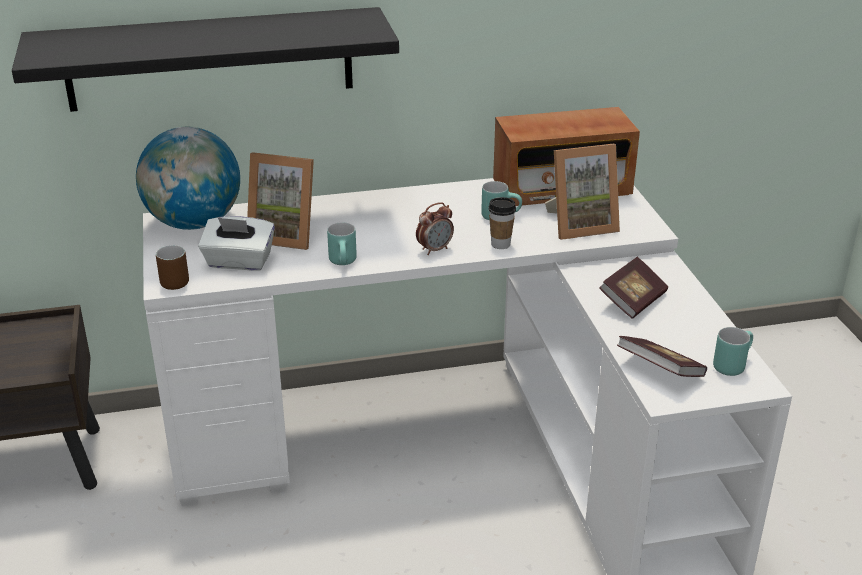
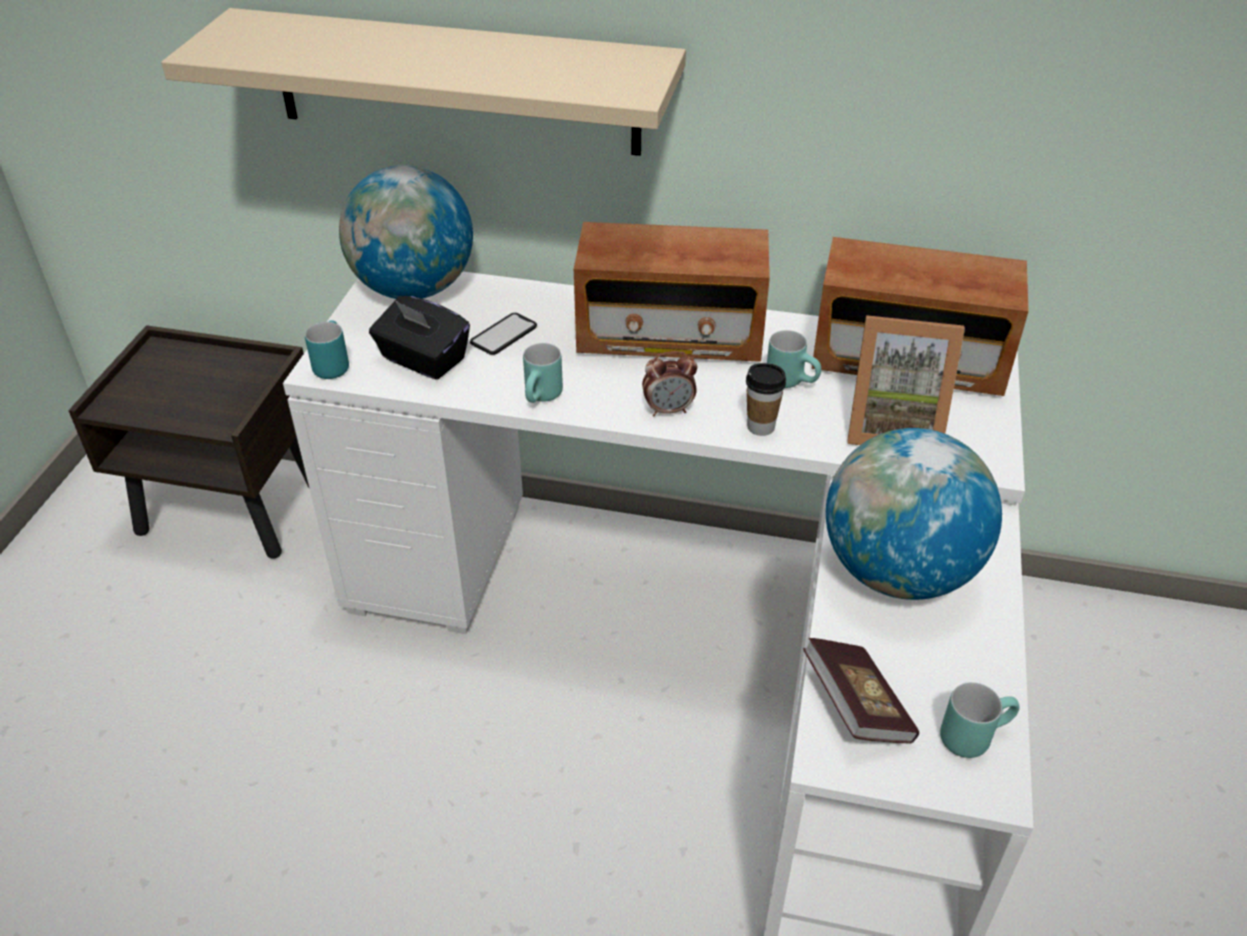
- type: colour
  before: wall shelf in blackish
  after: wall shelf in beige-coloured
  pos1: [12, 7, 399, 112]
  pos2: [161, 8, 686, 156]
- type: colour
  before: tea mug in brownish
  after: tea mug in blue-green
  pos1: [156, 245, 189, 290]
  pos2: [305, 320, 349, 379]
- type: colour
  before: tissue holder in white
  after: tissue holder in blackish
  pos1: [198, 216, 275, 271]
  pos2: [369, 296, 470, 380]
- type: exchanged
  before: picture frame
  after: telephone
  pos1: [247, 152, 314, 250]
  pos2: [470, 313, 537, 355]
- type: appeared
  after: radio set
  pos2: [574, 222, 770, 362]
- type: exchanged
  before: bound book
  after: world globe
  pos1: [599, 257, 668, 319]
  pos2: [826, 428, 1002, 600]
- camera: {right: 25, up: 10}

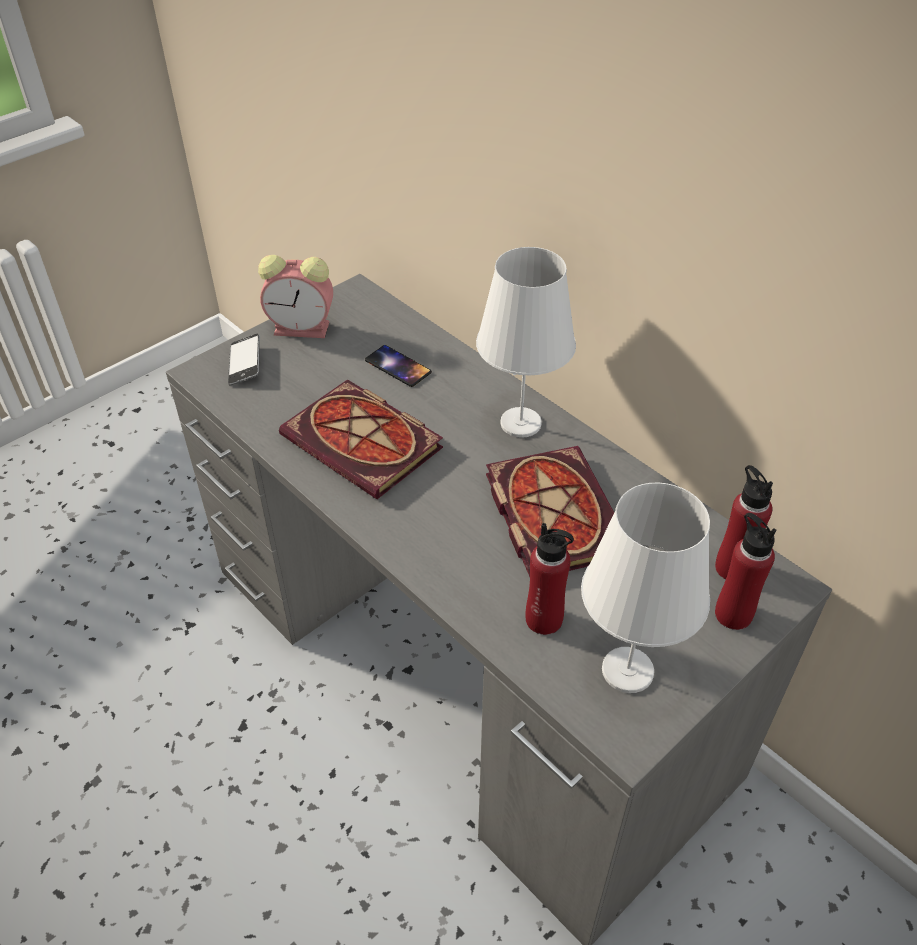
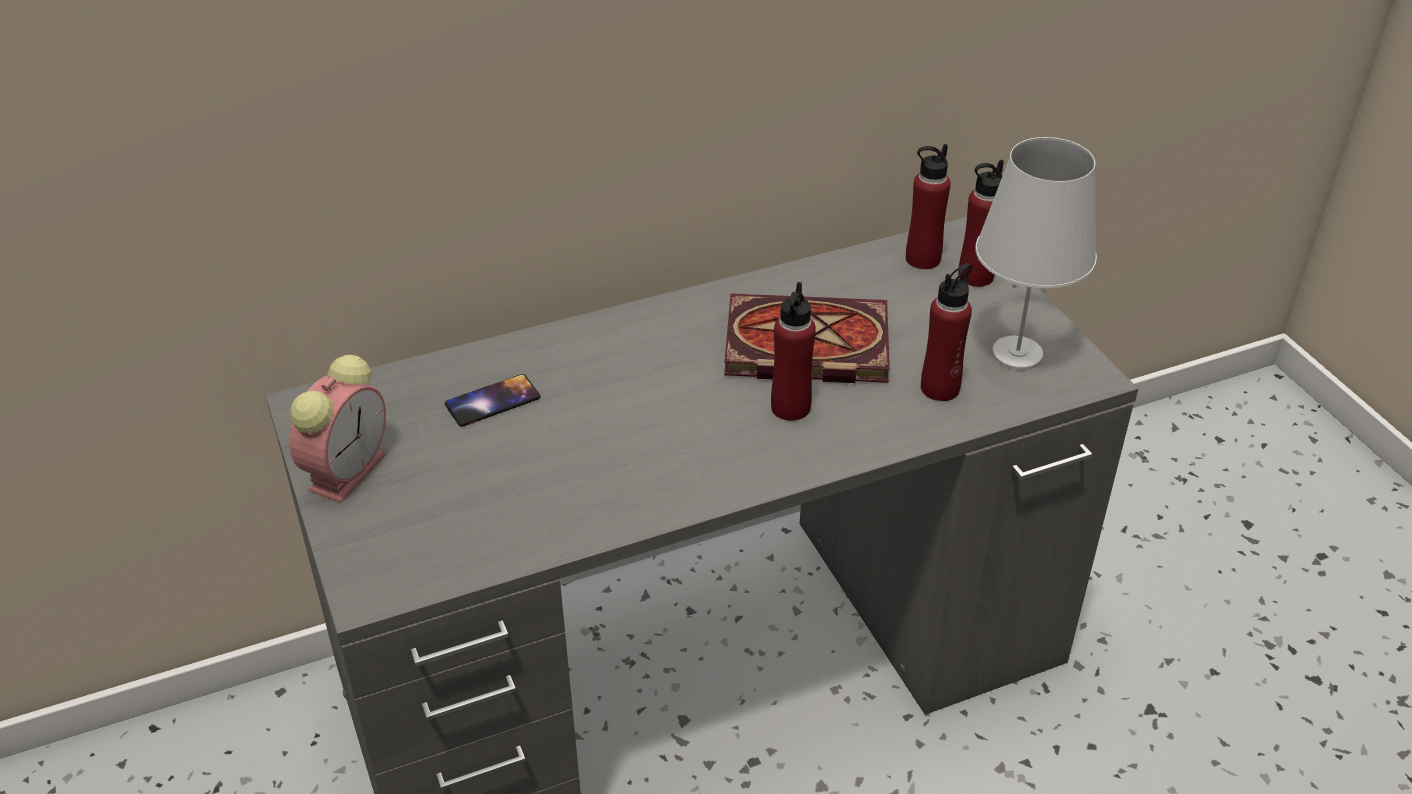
- type: appeared
  after: beverage bottle in red
  pos2: [771, 282, 816, 421]
- type: missing
  before: telephone
  pos1: [228, 334, 260, 386]
- type: missing
  before: bound book
  pos1: [279, 379, 443, 499]
- type: missing
  before: tabletop lamp in white
  pos1: [476, 247, 576, 438]
- camera: {right: -70, up: -5}

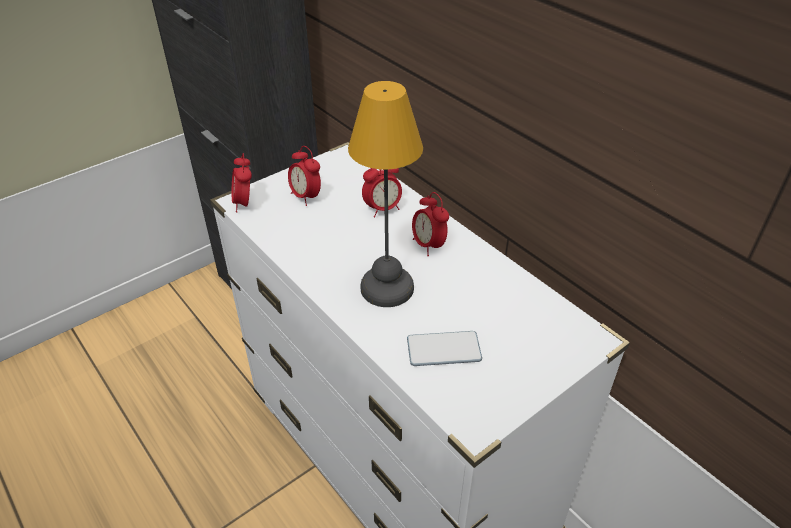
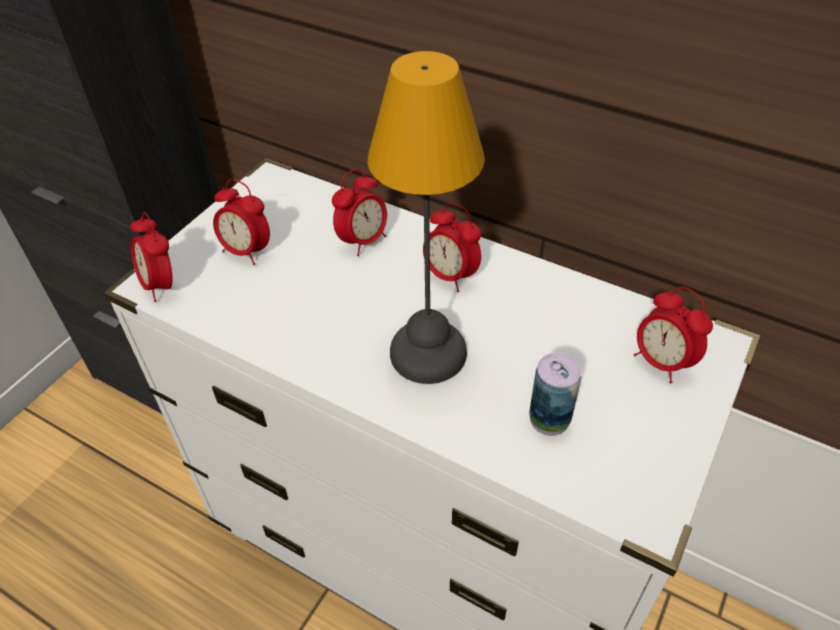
- type: exchanged
  before: telephone
  after: can
  pos1: [407, 331, 482, 366]
  pos2: [529, 353, 581, 436]
- type: appeared
  after: bedside clock
  pos2: [634, 287, 713, 384]
- camera: {right: -20, up: 5}

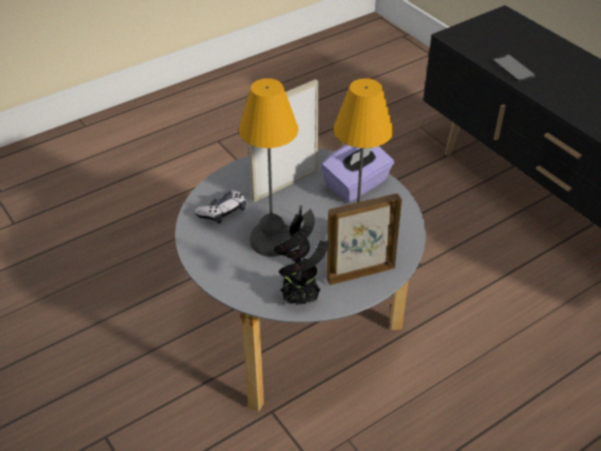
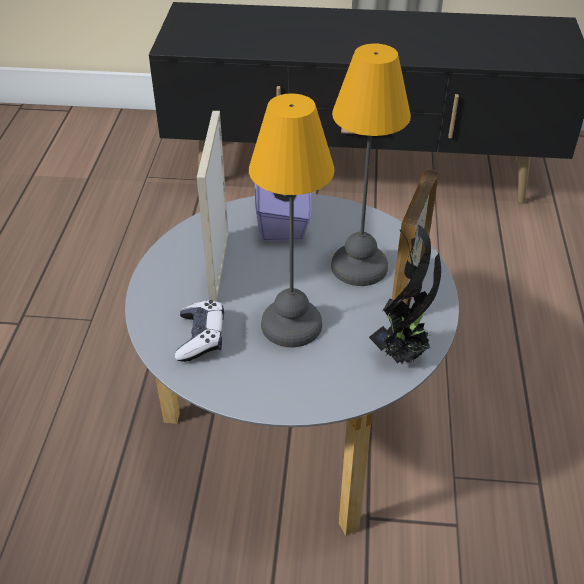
- type: missing
  before: telephone
  pos1: [493, 54, 535, 82]
- camera: {right: -50, up: 0}

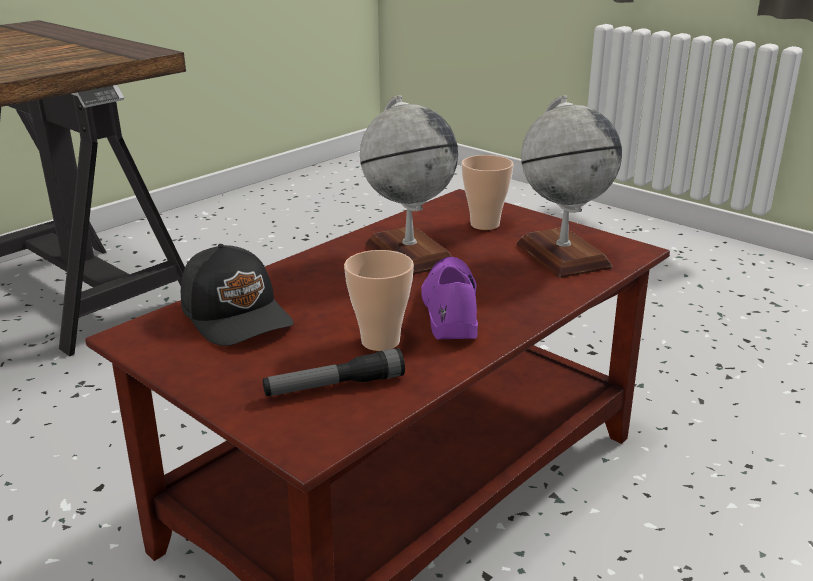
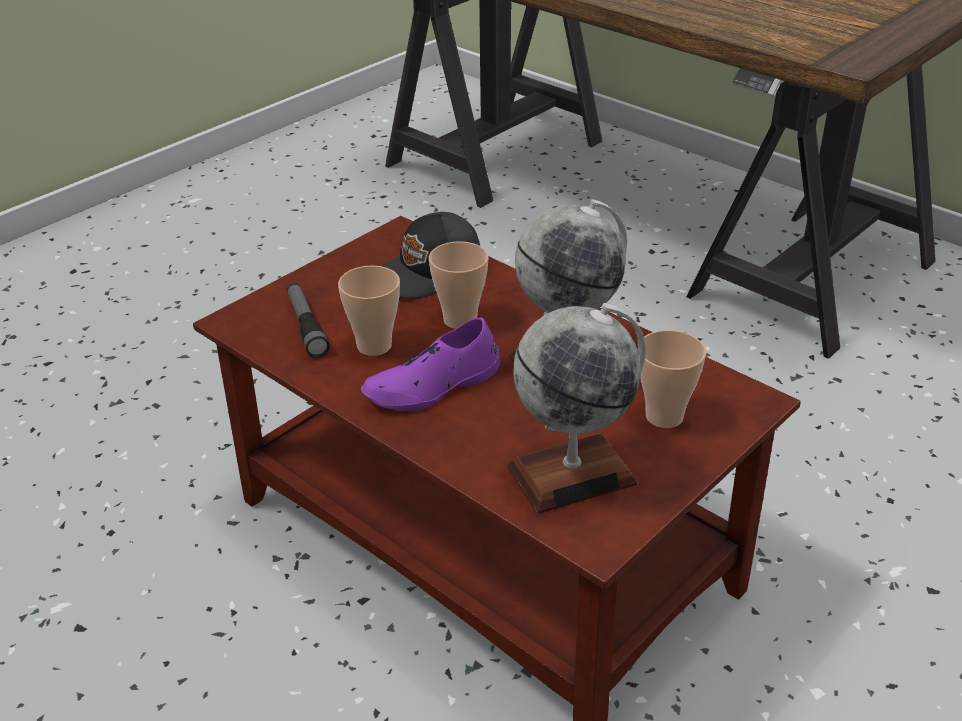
- type: spun
  before: low shoe in purplish
  pos1: [421, 257, 478, 339]
  pos2: [361, 317, 500, 411]
  turn: 150
- type: appeared
  after: cup
  pos2: [429, 241, 488, 329]
- camera: {right: 90, up: 10}

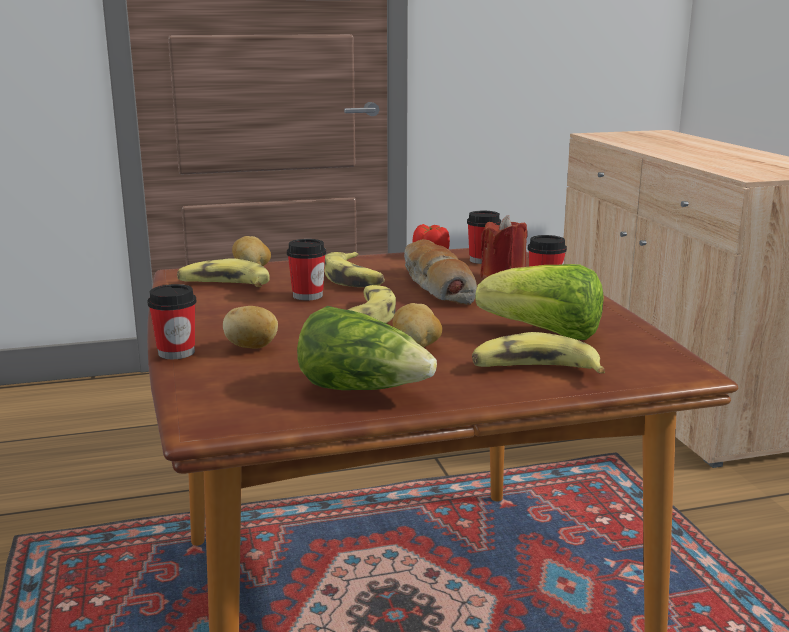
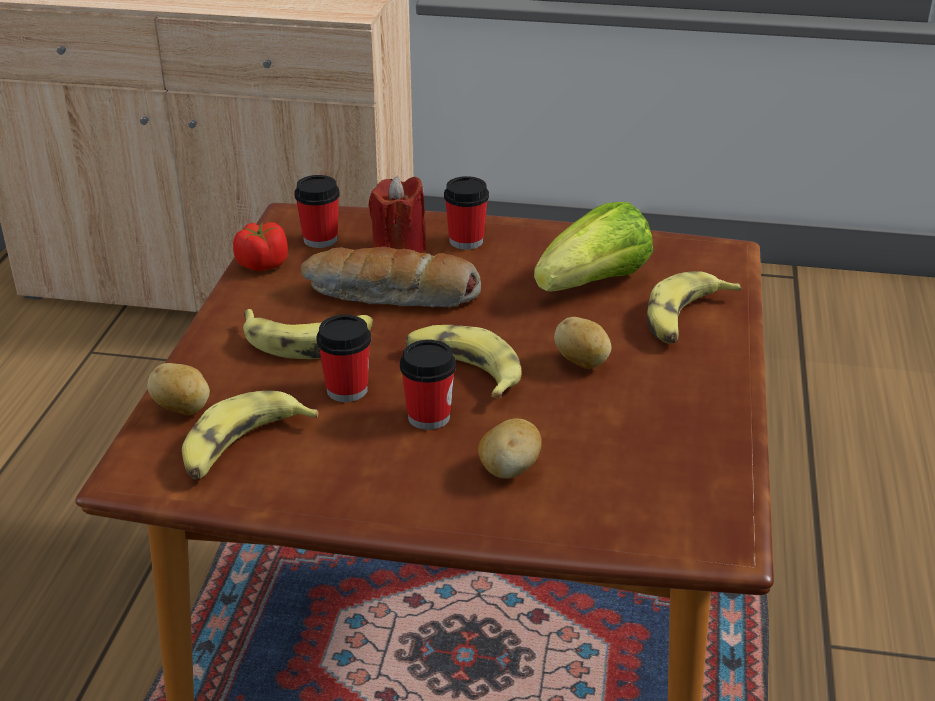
- type: relocated
  before: cup
  pos1: [147, 284, 196, 359]
  pos2: [400, 340, 456, 430]
- type: missing
  before: lettuce
  pos1: [297, 306, 437, 390]
- camera: {right: -65, up: 15}

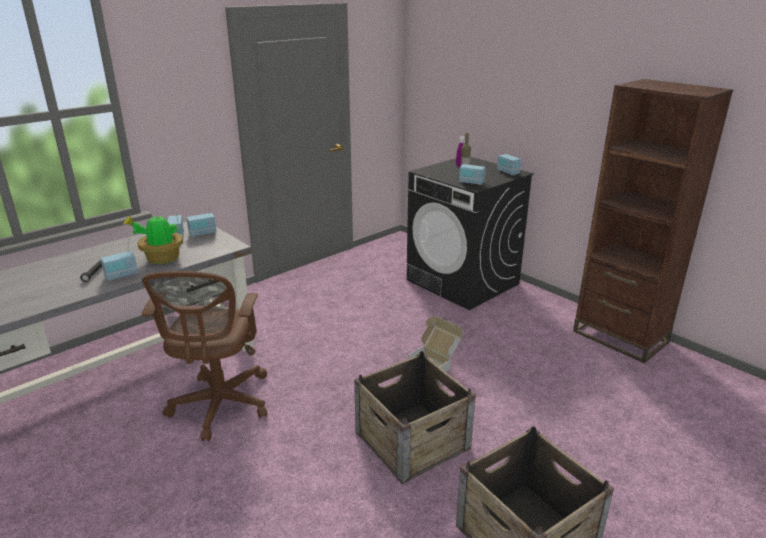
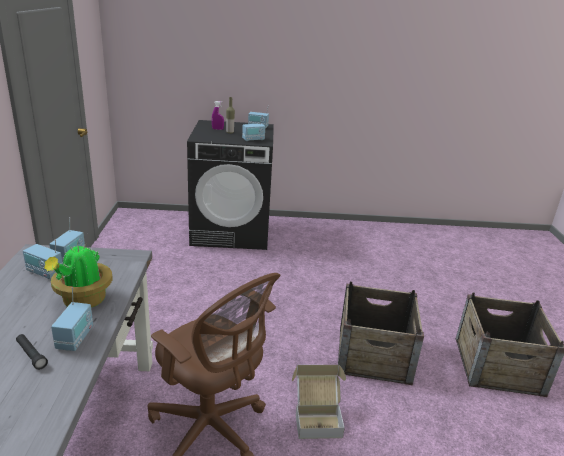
- type: relocated
  before: packing box
  pos1: [408, 316, 463, 372]
  pos2: [292, 365, 346, 439]
- type: missing
  before: bookcase in brownish
  pos1: [573, 79, 733, 363]
- camera: {right: -50, up: 0}

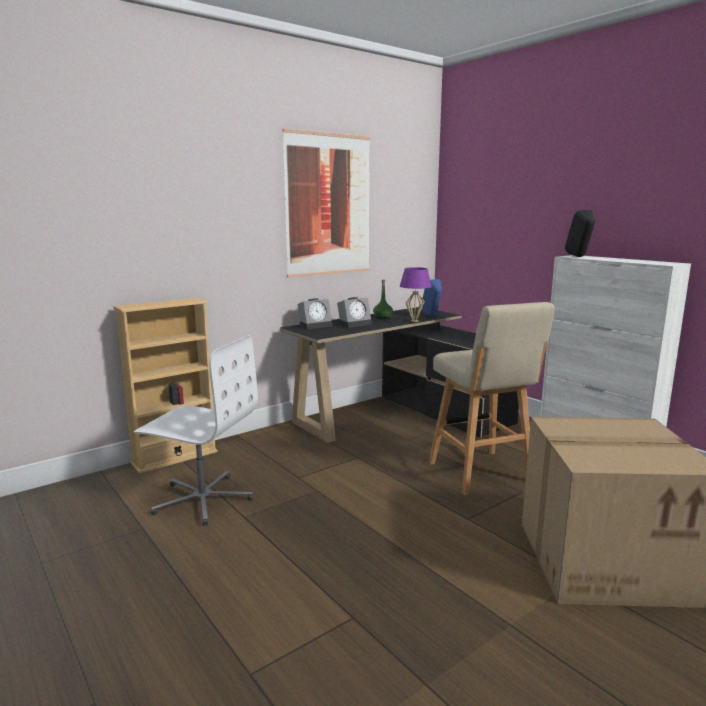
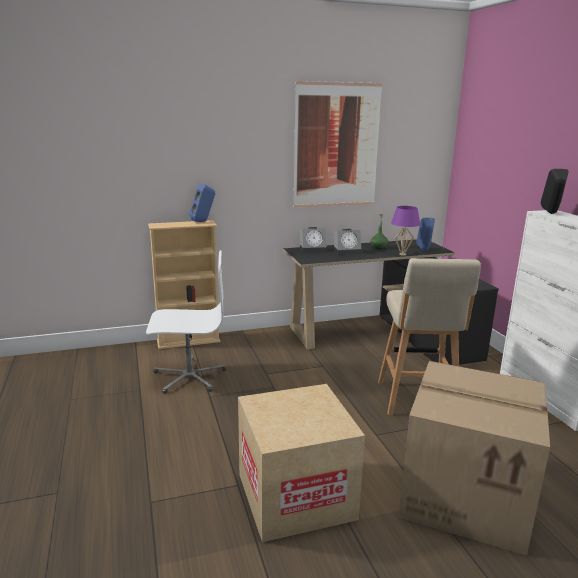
- type: spun
  before: desk chair in white
  pos1: [134, 335, 258, 525]
  pos2: [146, 250, 226, 394]
  turn: -45
- type: appeared
  after: audio speaker in blue-coloured
  pos2: [189, 184, 215, 222]
- type: appeared
  after: packing box
  pos2: [238, 384, 365, 542]
- camera: {right: 20, up: 5}

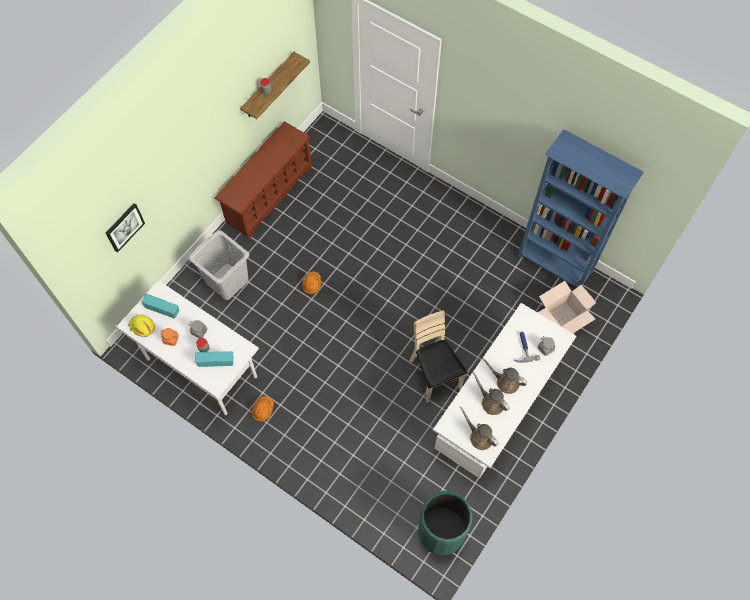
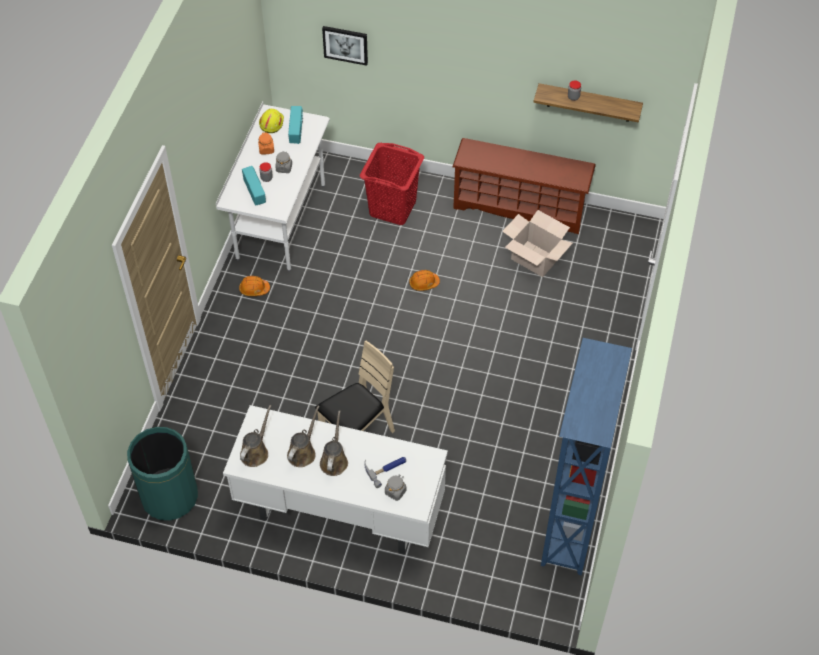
- type: colour
  before: laundry basket in gray
  after: laundry basket in red
  pos1: [189, 230, 249, 300]
  pos2: [360, 143, 424, 225]
- type: relocated
  before: packing box
  pos1: [537, 281, 596, 334]
  pos2: [502, 210, 573, 277]
- camera: {right: 70, up: -10}

